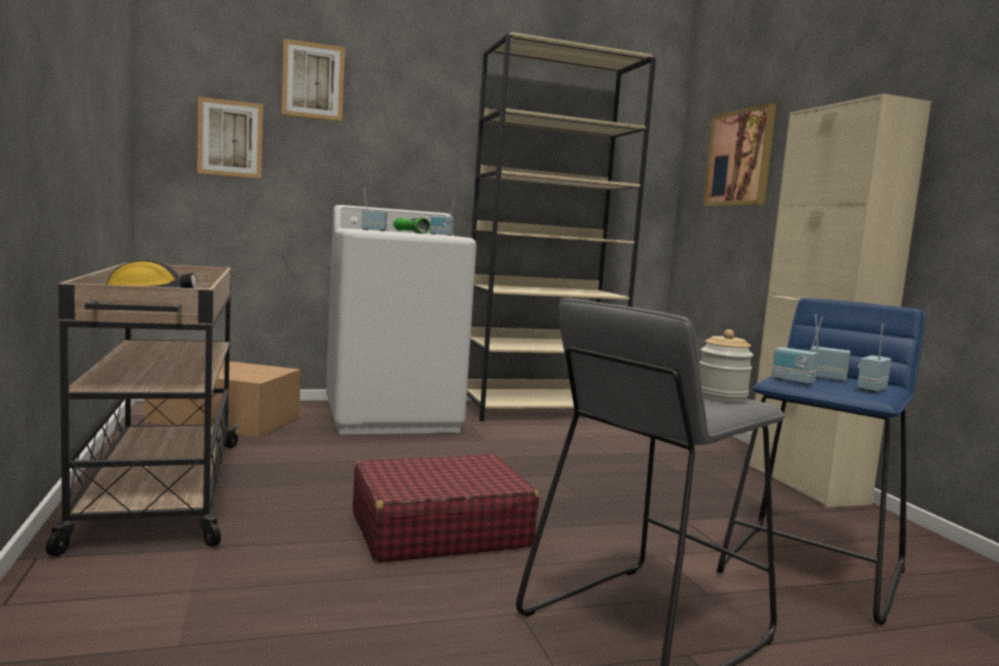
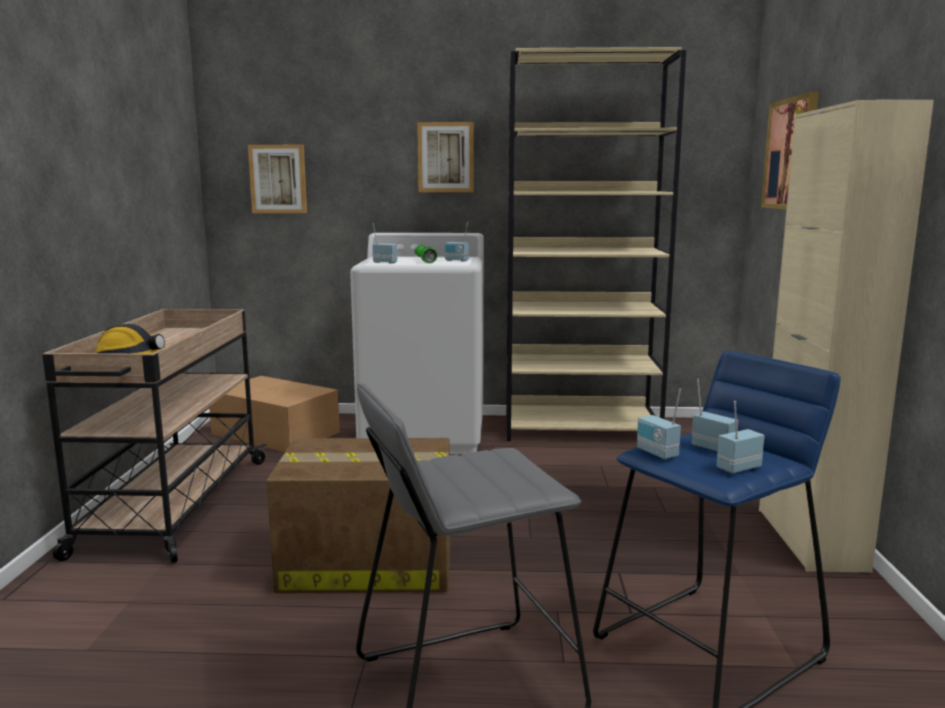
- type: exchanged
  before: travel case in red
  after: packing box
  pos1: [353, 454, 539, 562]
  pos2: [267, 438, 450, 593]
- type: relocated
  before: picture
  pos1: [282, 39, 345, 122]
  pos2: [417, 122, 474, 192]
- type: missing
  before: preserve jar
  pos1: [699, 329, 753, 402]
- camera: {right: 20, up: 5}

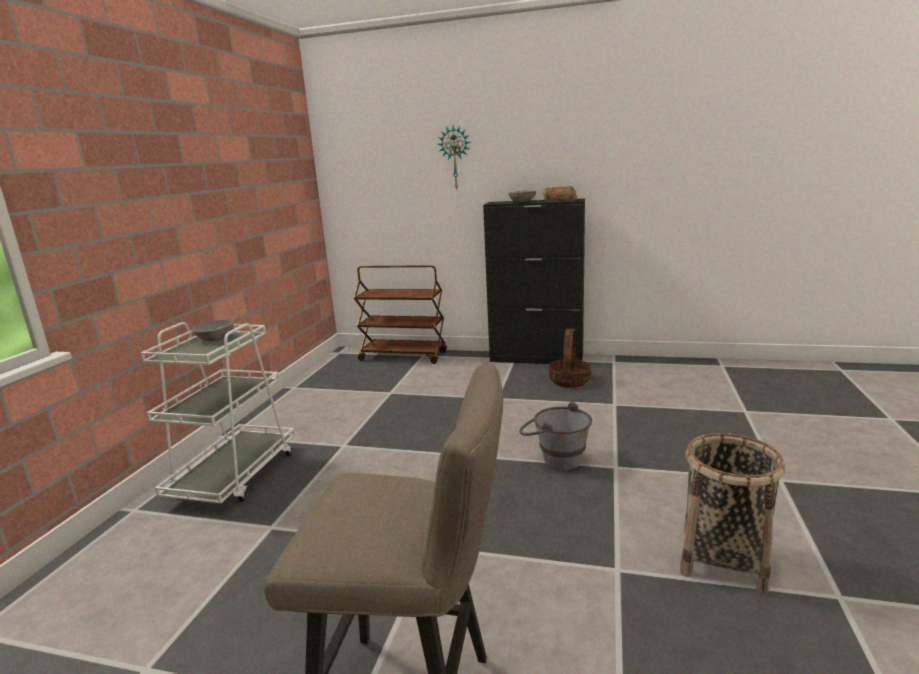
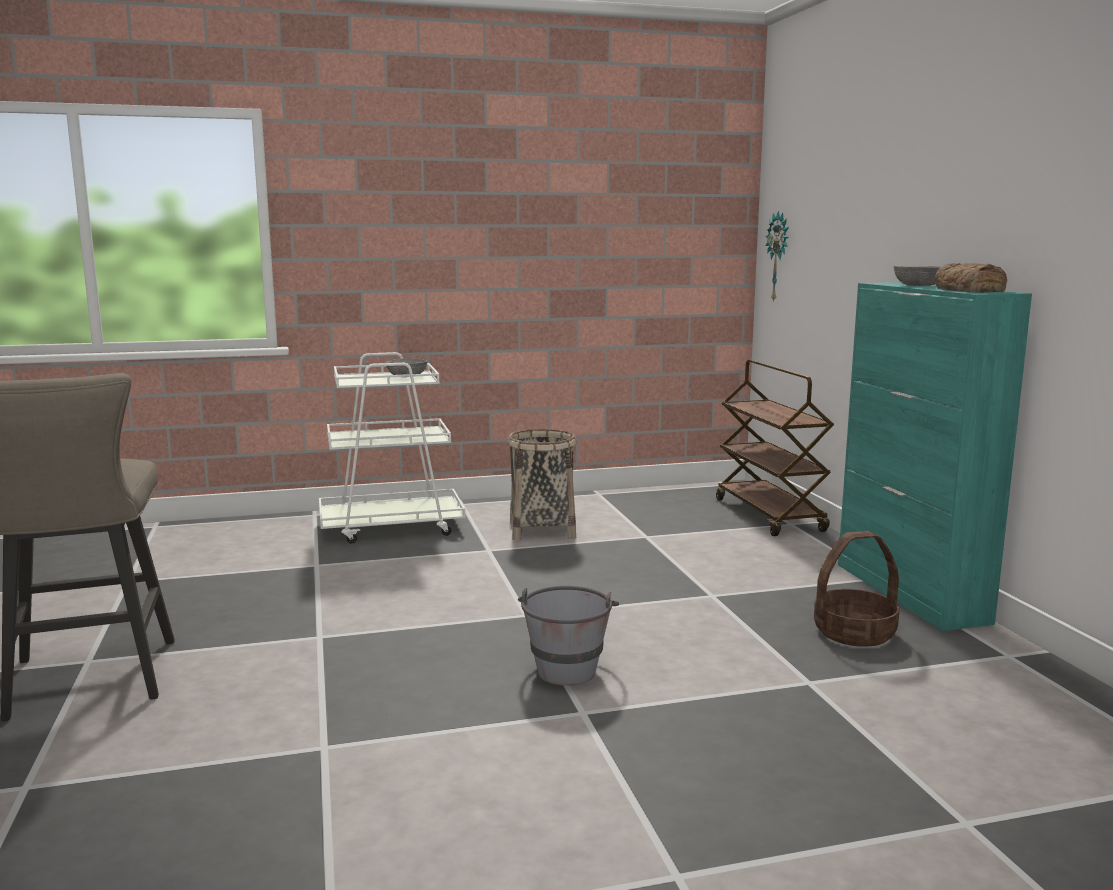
- type: relocated
  before: storage basket
  pos1: [680, 433, 785, 594]
  pos2: [507, 428, 577, 541]
- type: relocated
  before: clock on the wall
  pos1: [437, 125, 471, 190]
  pos2: [765, 211, 789, 303]
- type: colour
  before: cupboard in blackish
  after: cupboard in blue-green
  pos1: [483, 199, 585, 364]
  pos2: [838, 282, 1032, 631]
- camera: {right: 60, up: -5}

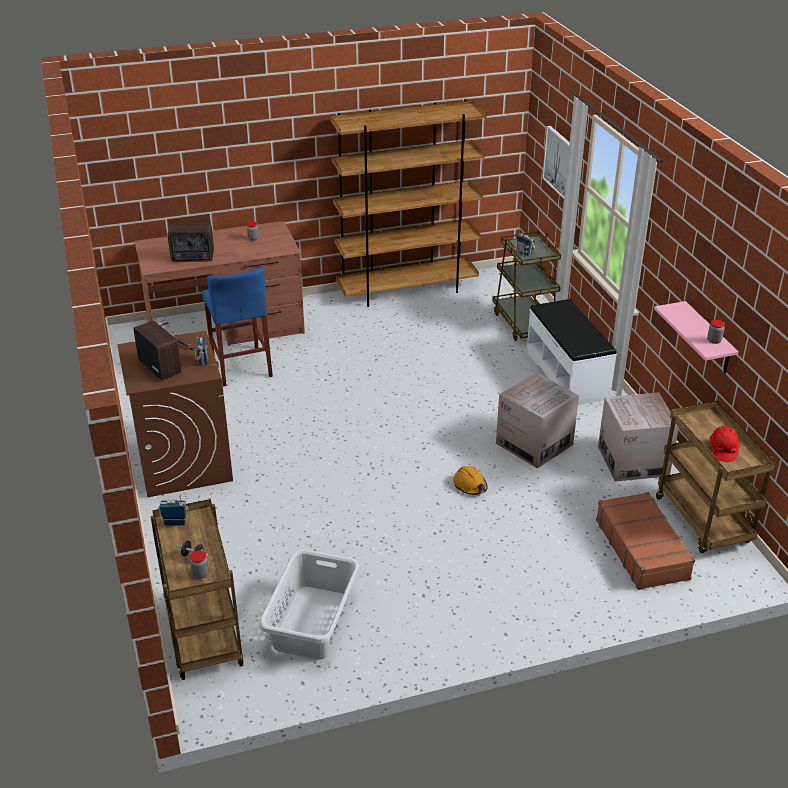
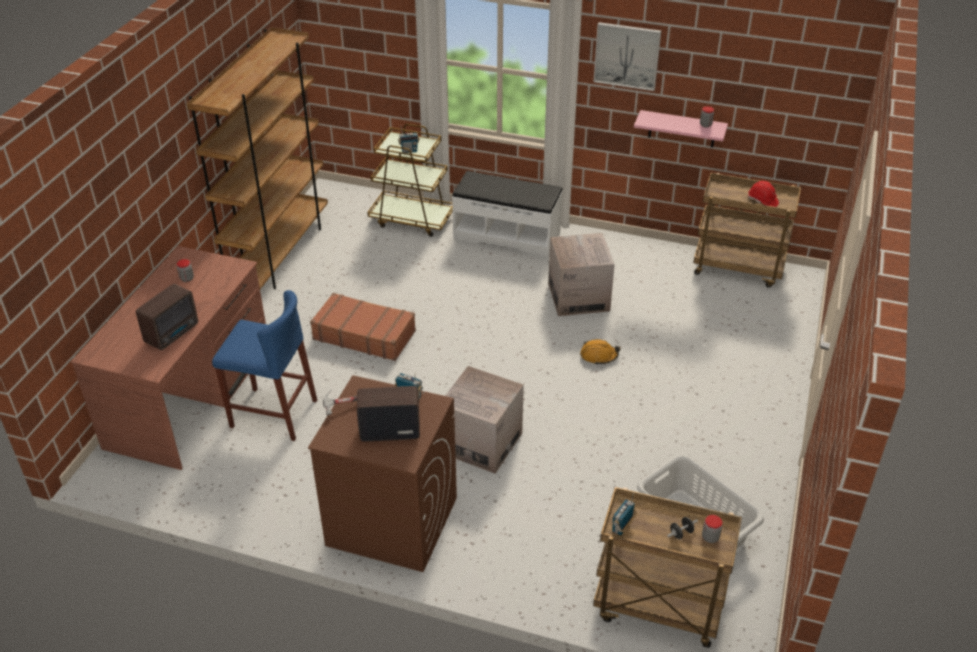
- type: relocated
  before: travel case in brownish
  pos1: [596, 492, 695, 590]
  pos2: [310, 293, 416, 361]
- type: relocated
  before: packing box
  pos1: [598, 393, 679, 482]
  pos2: [445, 366, 524, 474]
- type: relocated
  before: picture
  pos1: [542, 126, 570, 199]
  pos2: [594, 22, 661, 91]
- camera: {right: -55, up: 5}

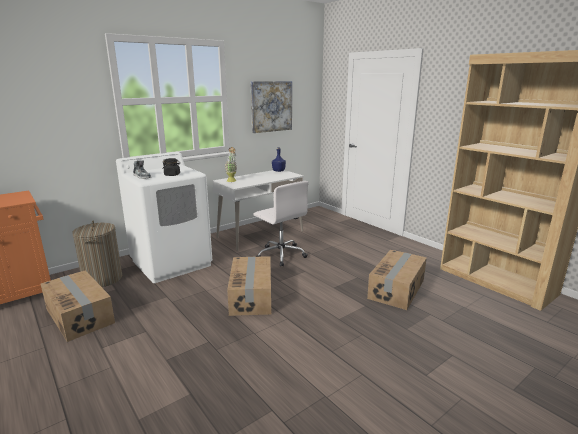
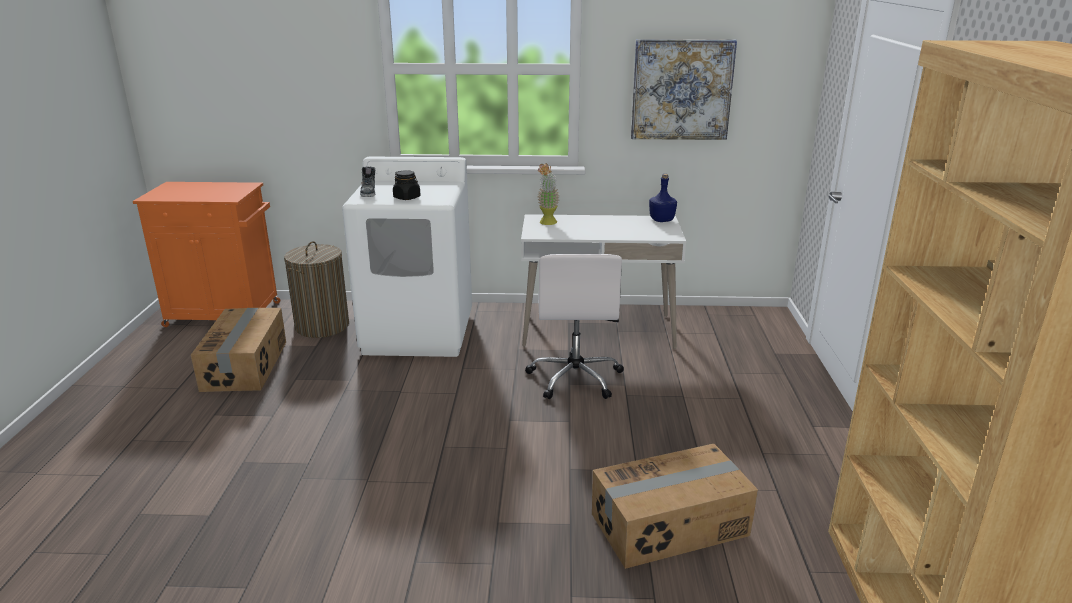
- type: missing
  before: packing box
  pos1: [227, 257, 271, 316]
- camera: {right: 40, up: 5}

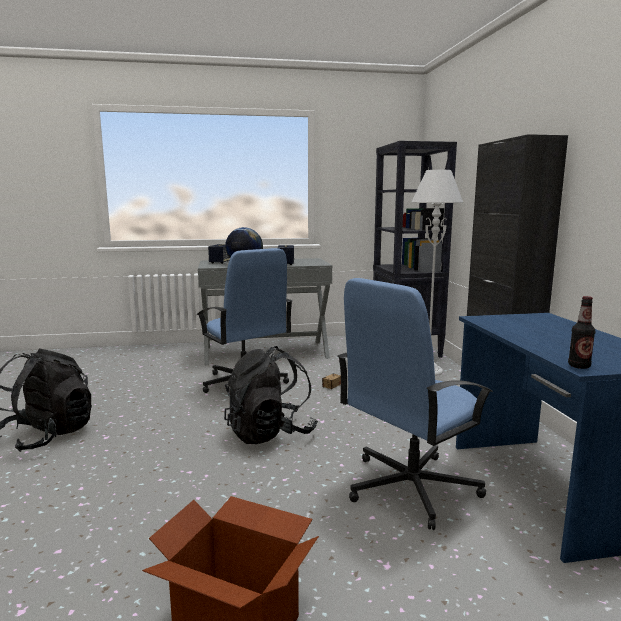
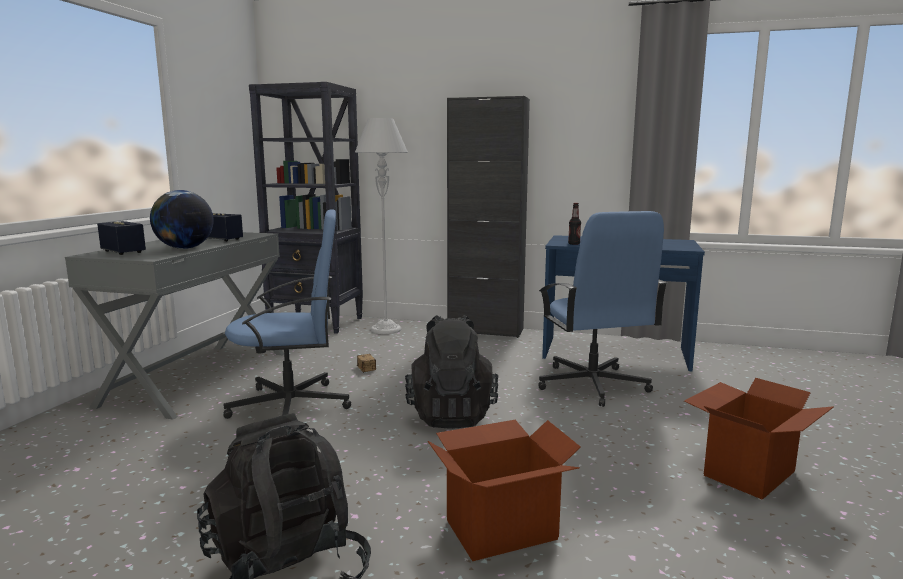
- type: appeared
  after: packing box
  pos2: [427, 420, 581, 561]
- type: relocated
  before: beverage bottle
  pos1: [568, 296, 595, 369]
  pos2: [568, 203, 581, 245]
- camera: {right: -65, up: 0}

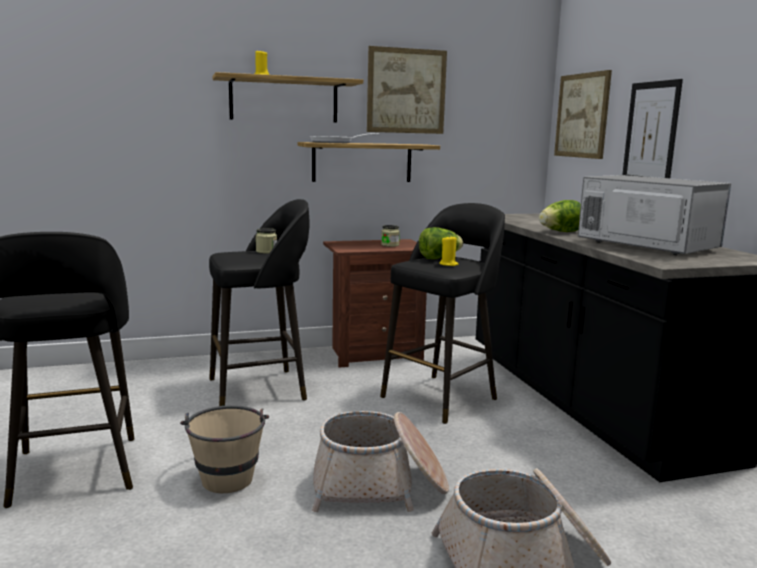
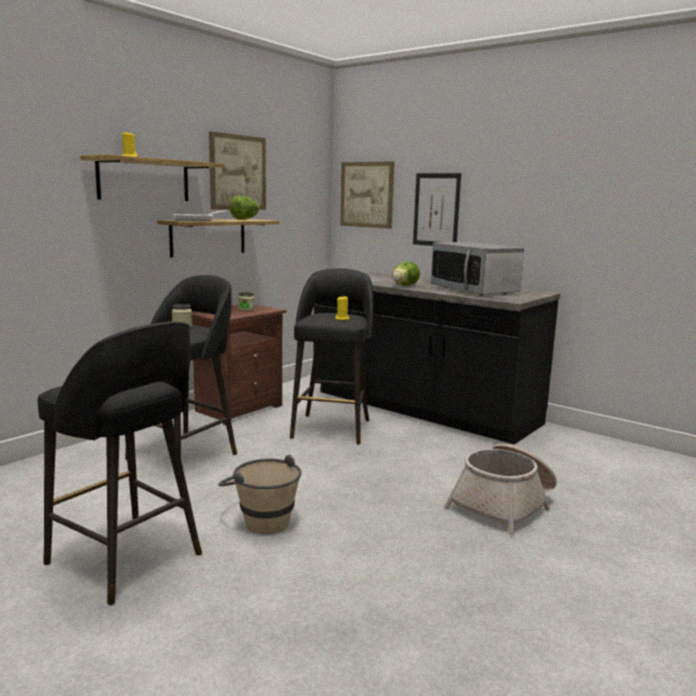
- type: relocated
  before: lettuce
  pos1: [419, 227, 463, 259]
  pos2: [230, 196, 260, 220]
- type: spun
  before: kitchen microwave
  pos1: [578, 175, 731, 255]
  pos2: [431, 242, 524, 296]
  turn: -135
- type: missing
  before: storage basket
  pos1: [312, 411, 449, 512]
- camera: {right: -35, up: 0}

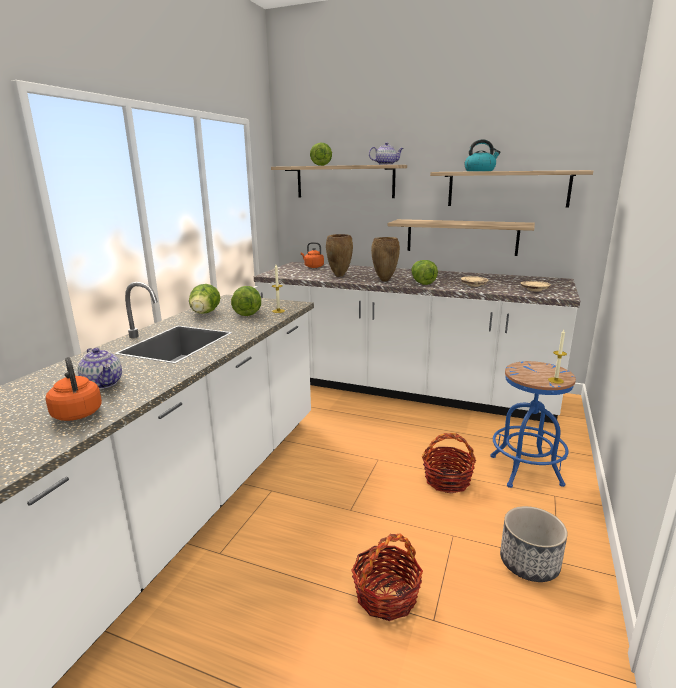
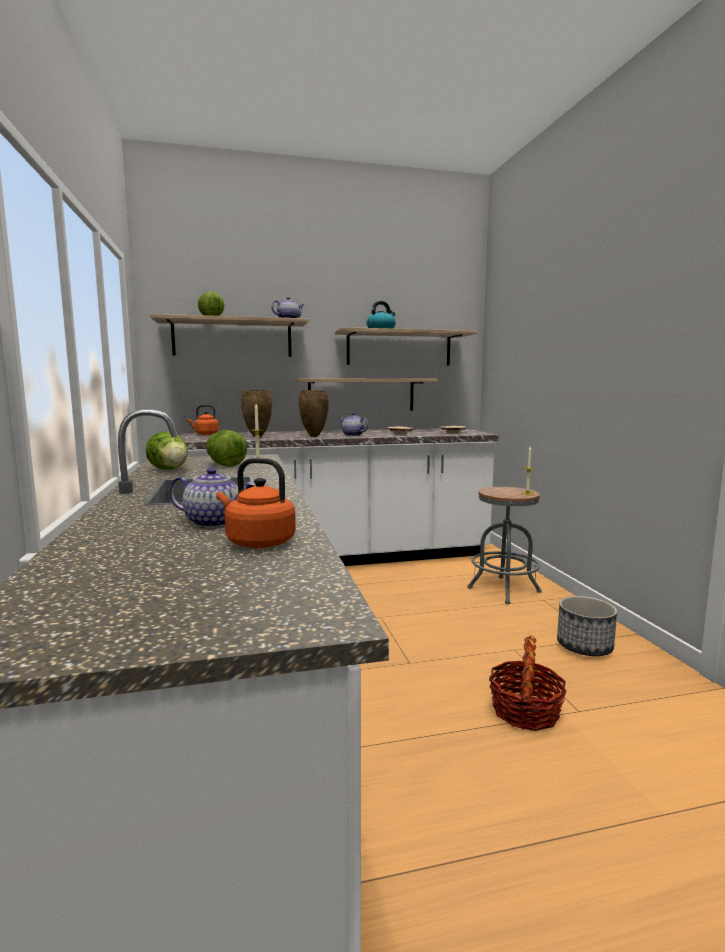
- type: exchanged
  before: lettuce
  after: pot for tea
  pos1: [411, 260, 438, 285]
  pos2: [339, 413, 369, 436]
- type: colour
  before: stool seat in blue-coloured
  after: stool seat in gray
  pos1: [490, 361, 576, 488]
  pos2: [468, 487, 542, 604]
- type: missing
  before: storage basket
  pos1: [422, 433, 476, 494]
- camera: {right: -35, up: -10}

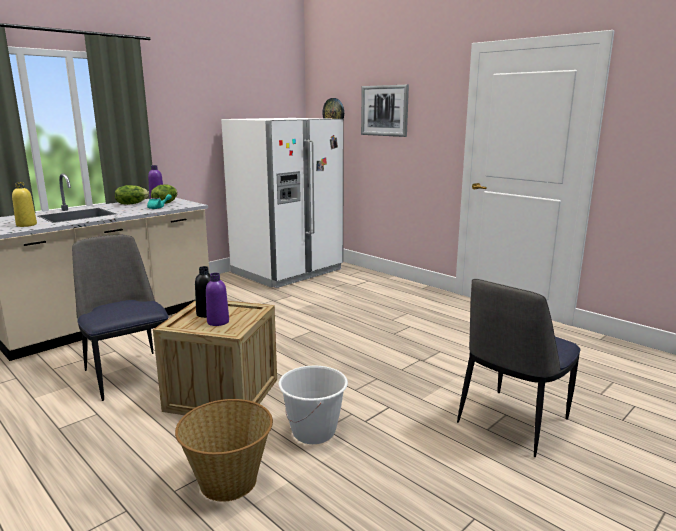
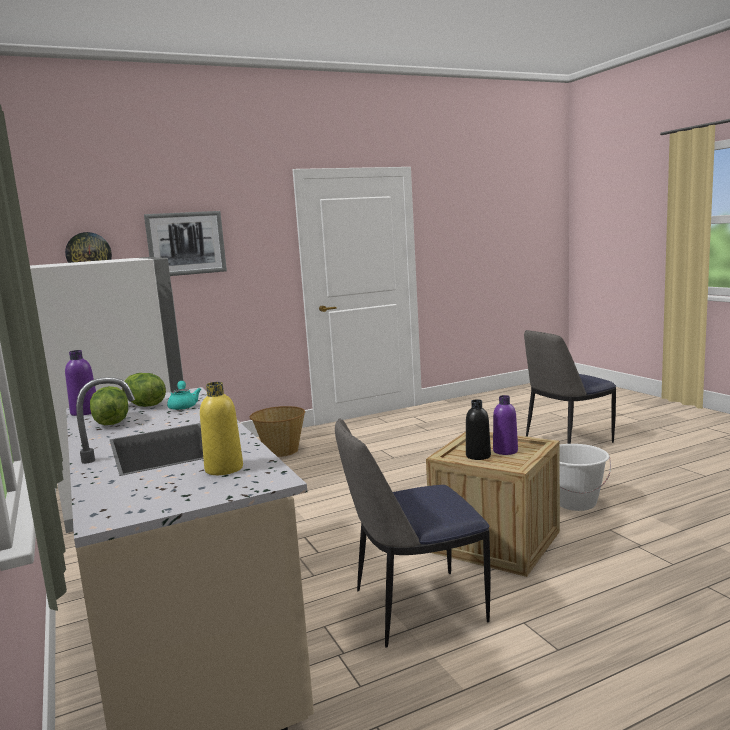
- type: relocated
  before: storage basket
  pos1: [175, 399, 273, 502]
  pos2: [250, 406, 305, 457]
- type: spun
  before: chair
  pos1: [457, 279, 581, 457]
  pos2: [524, 330, 616, 444]
  turn: 90
- camera: {right: -70, up: -5}

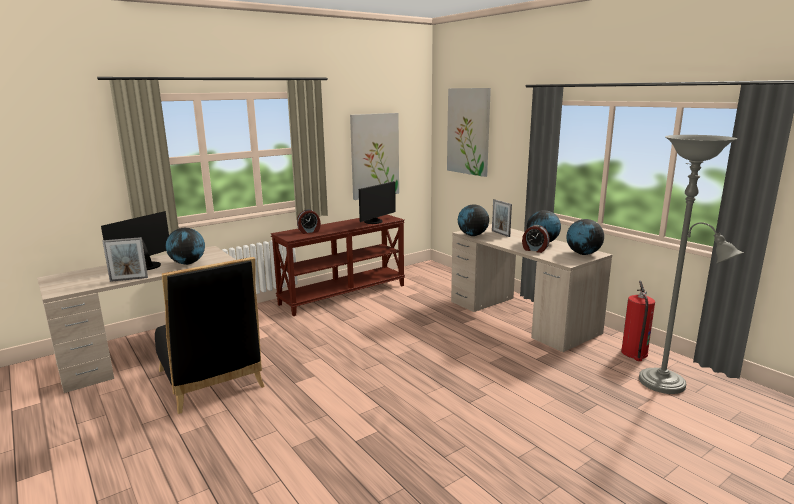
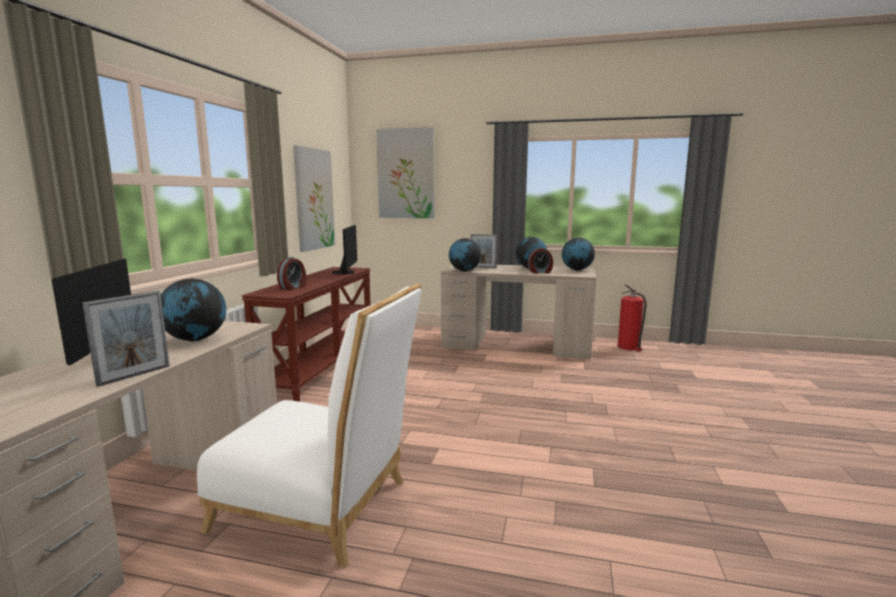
- type: colour
  before: chair in blackish
  after: chair in white
  pos1: [155, 257, 265, 414]
  pos2: [197, 284, 421, 568]
- type: missing
  before: standing lamp in gray
  pos1: [639, 135, 744, 394]
- camera: {right: -40, up: -5}

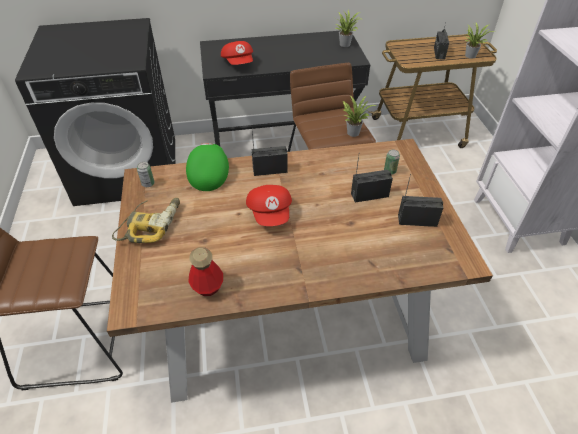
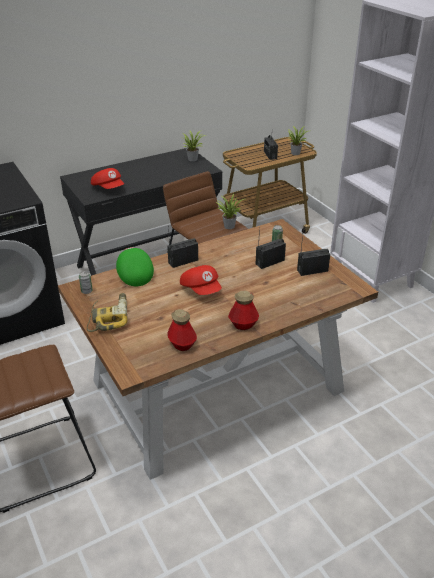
- type: appeared
  after: beverage bottle
  pos2: [228, 291, 259, 330]
- camera: {right: -20, up: -10}

